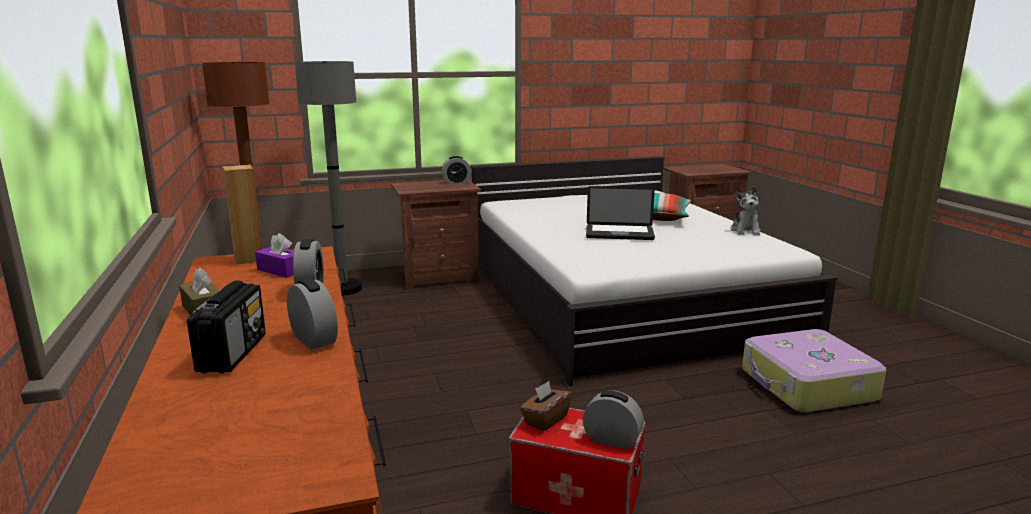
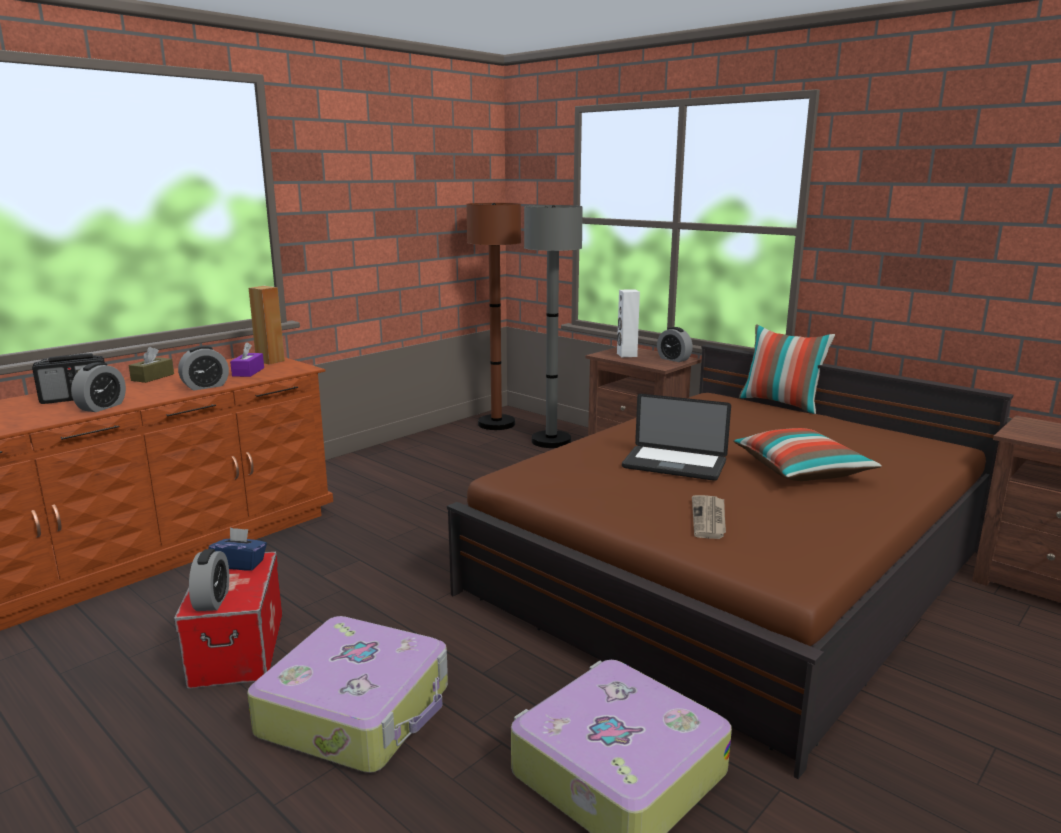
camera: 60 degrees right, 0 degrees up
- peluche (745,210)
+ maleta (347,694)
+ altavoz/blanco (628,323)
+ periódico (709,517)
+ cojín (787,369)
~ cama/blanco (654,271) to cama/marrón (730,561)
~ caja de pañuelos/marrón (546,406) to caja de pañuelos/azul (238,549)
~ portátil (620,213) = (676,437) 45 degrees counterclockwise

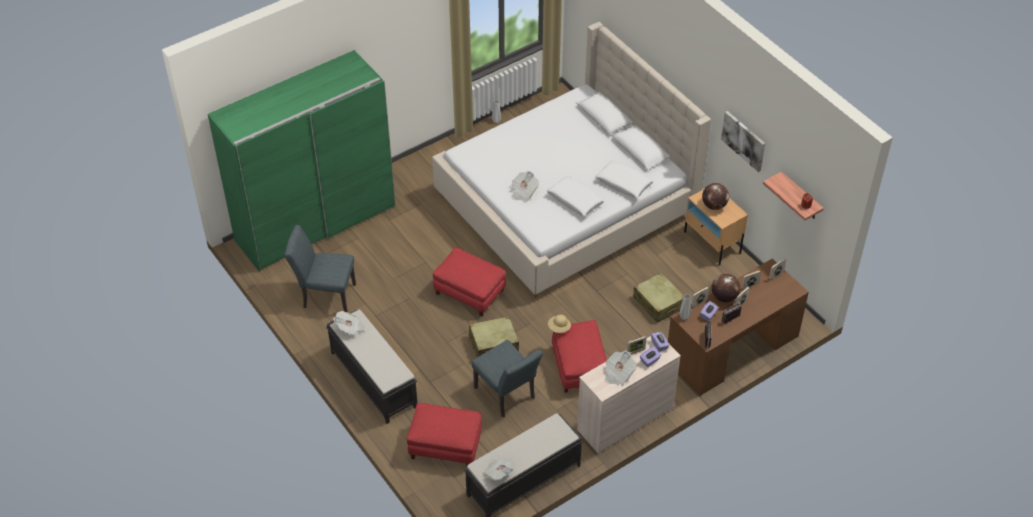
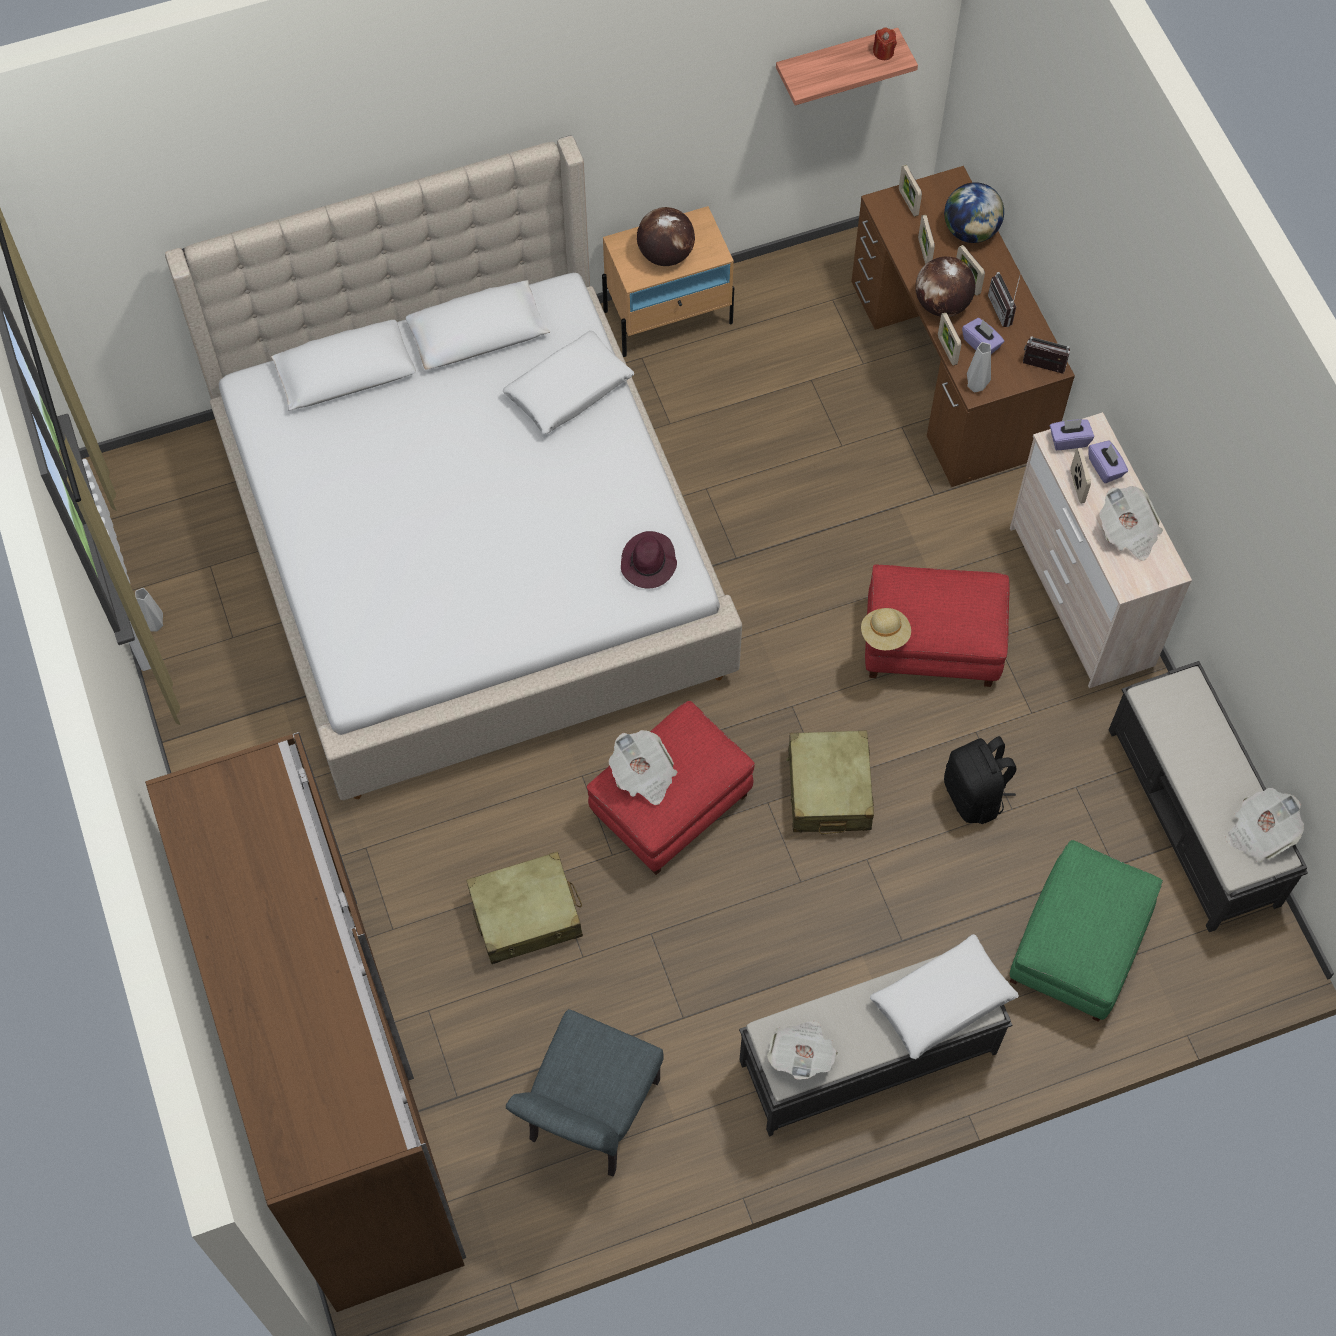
camera: 75 degrees left, 15 degrees up
- cuadro (743,141)
+ sombrero/morado (649,559)
+ globo terráqueo (974,212)
~ periódico (525,186) to (643,767)
~ cojín/blanco (576,196) to (944,996)
~ maleta/beis (659,297) to (524,907)
~ silla/gris (507,378) to mochila/negro (980,780)
~ armario ropero/verde (302,160) to armario ropero/marrón (305,1022)
~ puf/rojo (444,435) to puf/verde (1086,931)

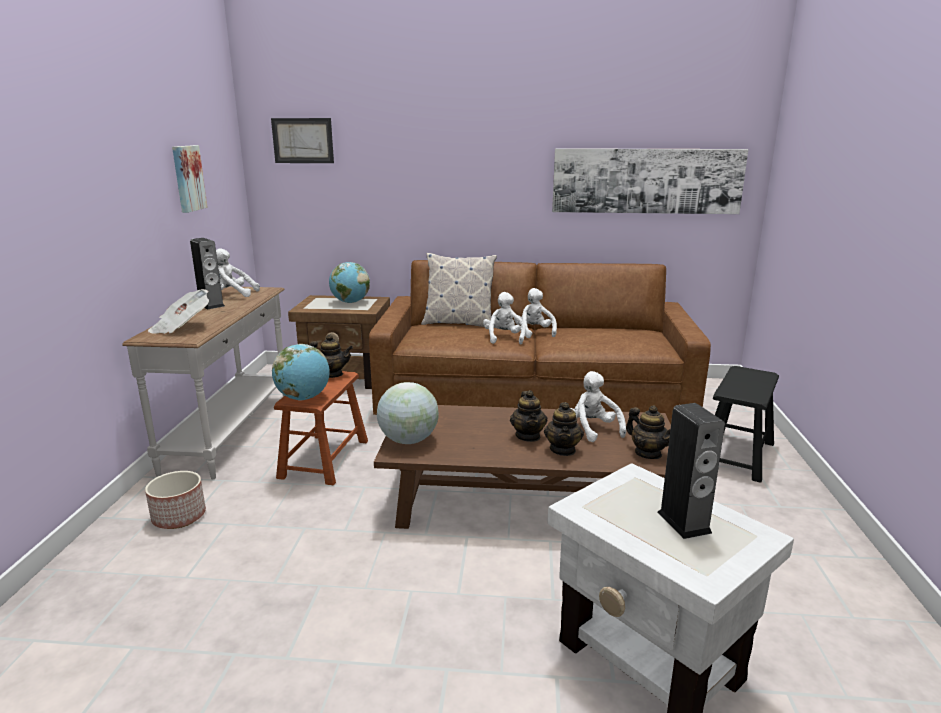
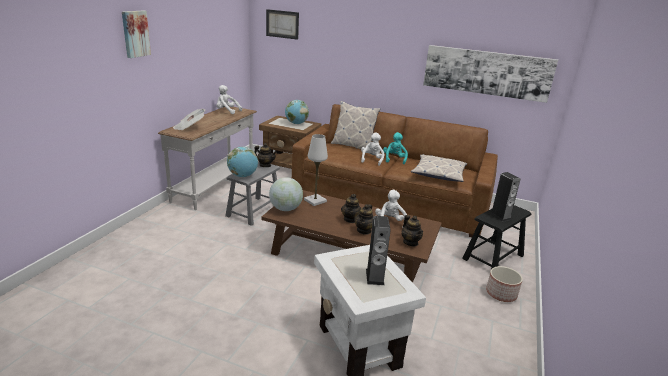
camera: 15 degrees right, 5 degrees up
+ lámpara de mesa/blanco (316,170)
+ cojín (439,168)
~ maceta (175,500) to (504,284)
~ cuadro (190,179) to (136,34)
~ altavoz (207,273) to (505,197)
~ taburete/marrón (321,428) to taburete/gris (252,194)
~ peluche/blanco (535,313) to peluche/turquesa (395,148)

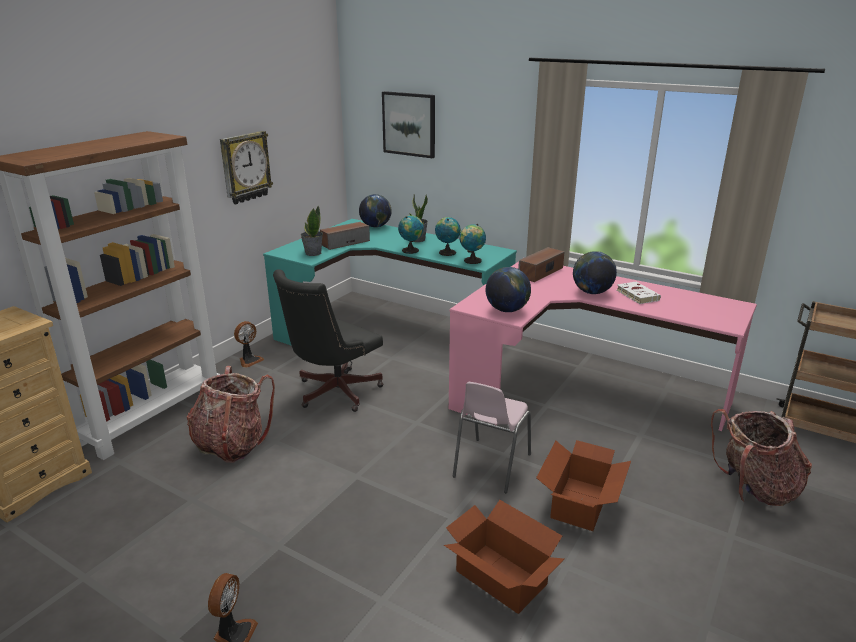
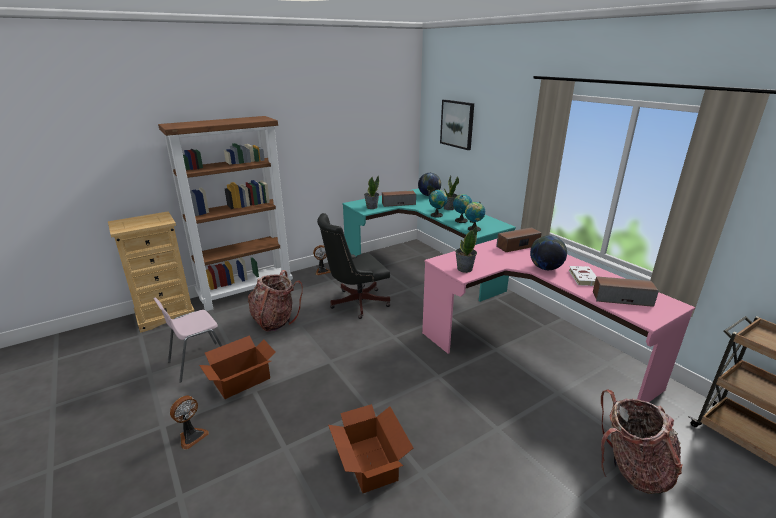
camera: 25 degrees right, 0 degrees up
- reloj de pared (246,167)
+ altavoz (626,291)
~ silla/rosa (492,437) to (187,340)
~ caja de cartón (583,485) to (237,367)
~ globo terráqueo (508,289) to planta en maceta (466,249)

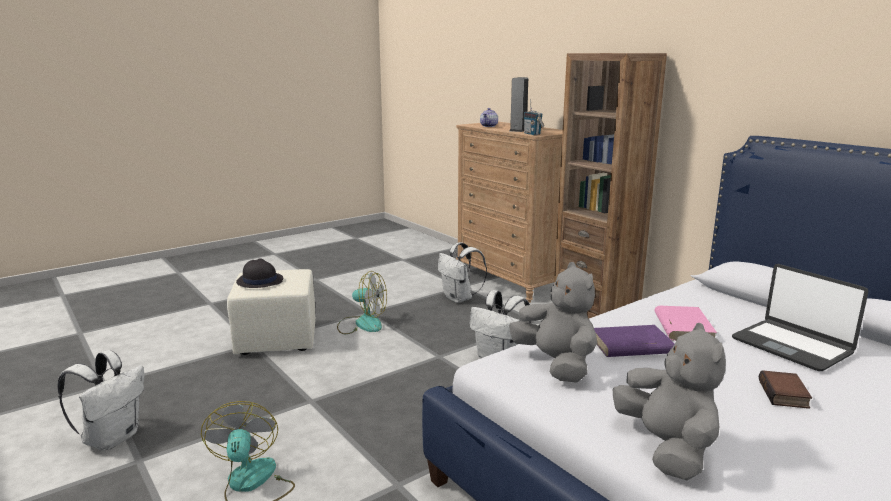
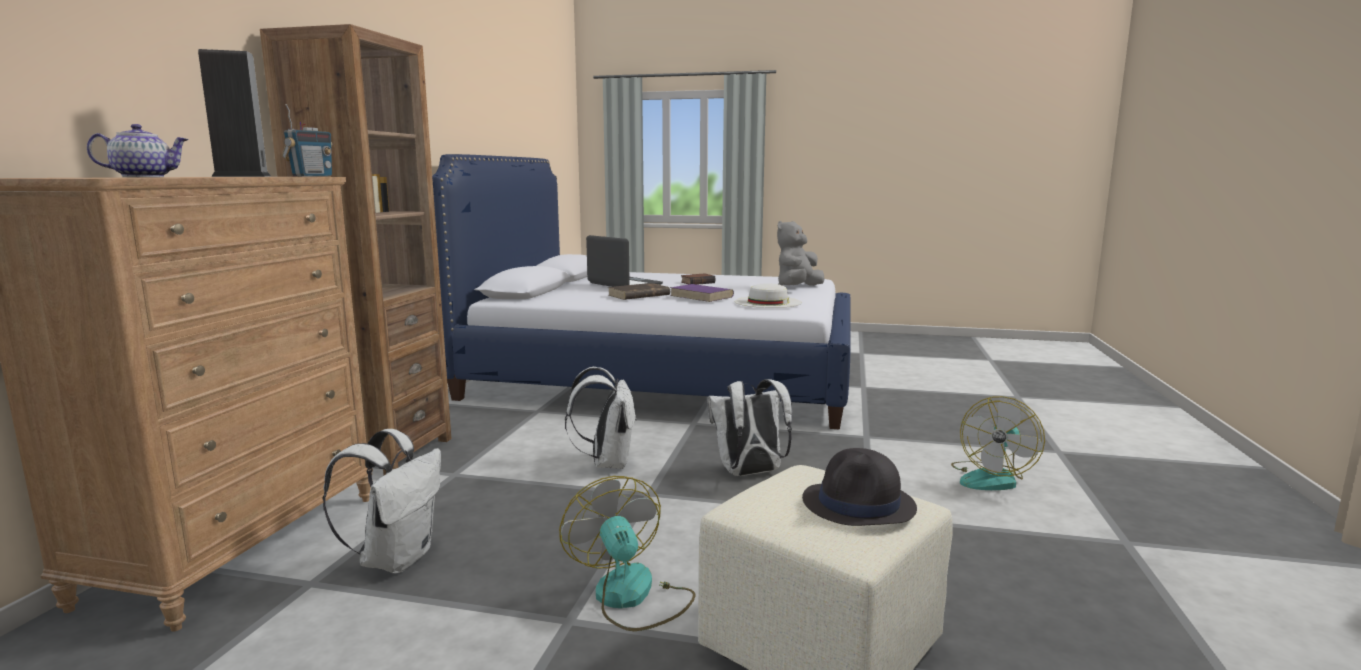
camera: 130 degrees left, 5 degrees down
~ mochila/blanco (101,400) to (749,427)
~ peluche/gris (553,322) to sombrero/blanco (768,295)
~ libro/rosa (686,323) to libro/marrón (639,291)
~ portátil (800,317) = (624,261) 60 degrees counterclockwise

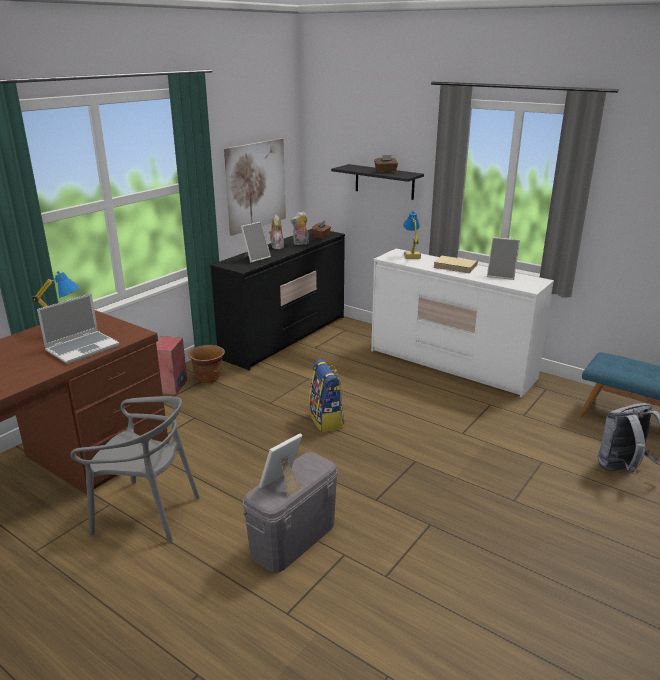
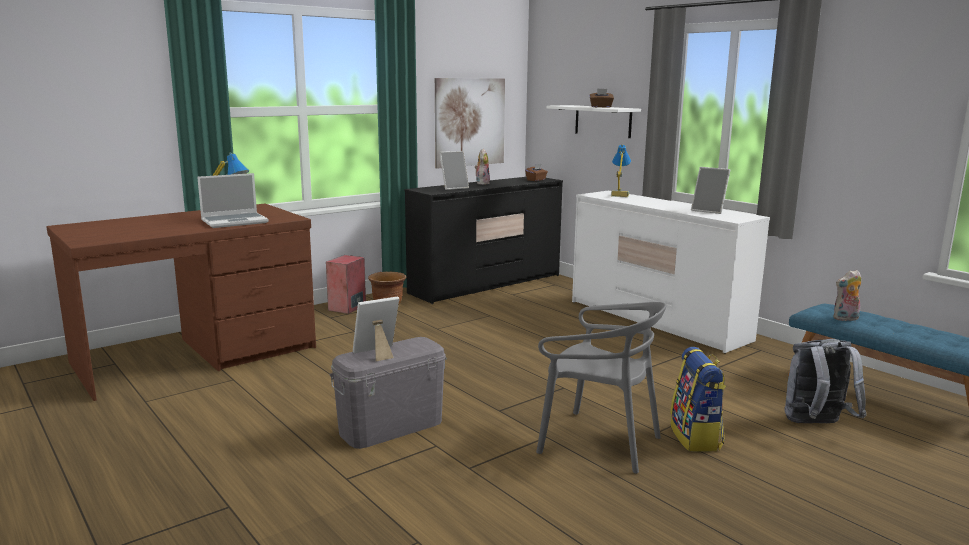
camera: 15 degrees right, 10 degrees down
- libro/beis (455,264)
~ silla/gris (135,469) to (601,388)
~ peluche (300,228) to (847,295)
~ mochila (327,396) to (698,399)
~ estante/negro (377,182) to estante/blanco (594,121)

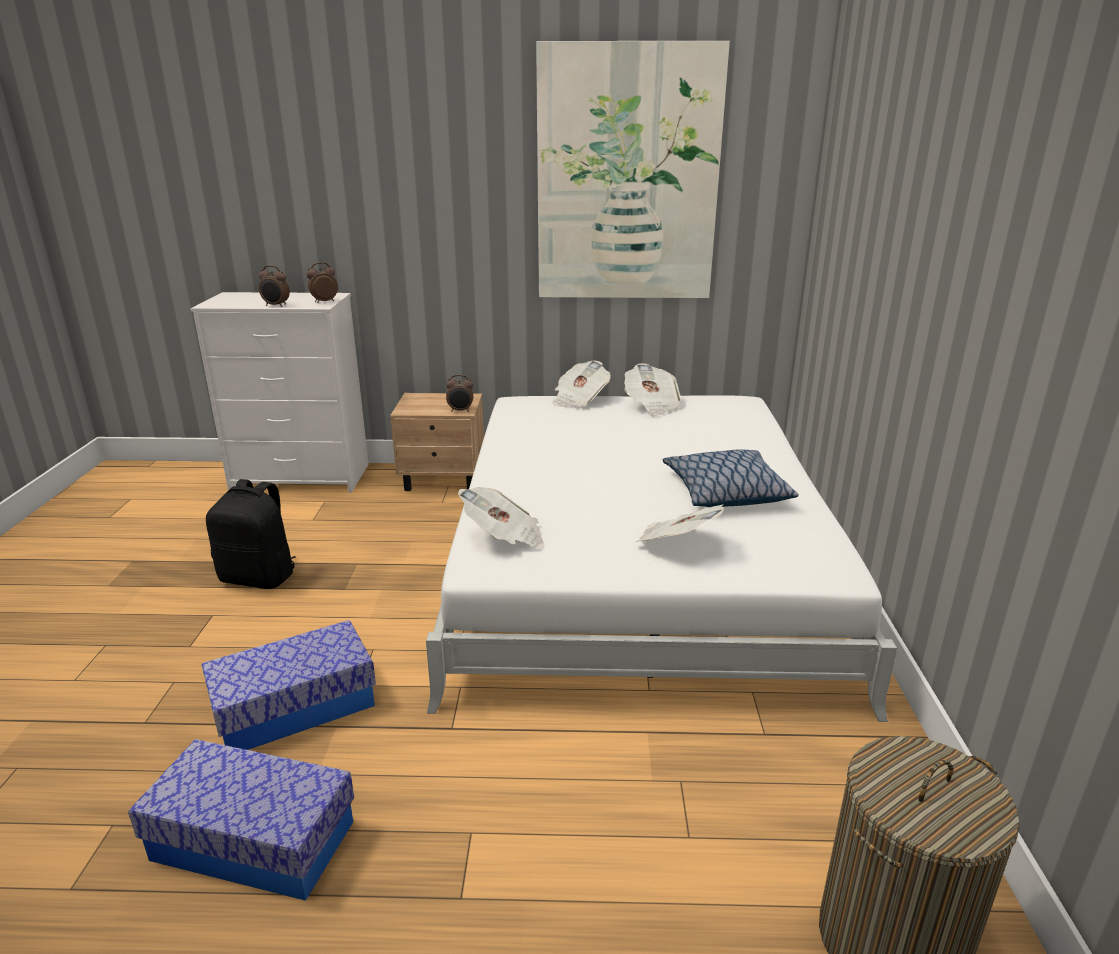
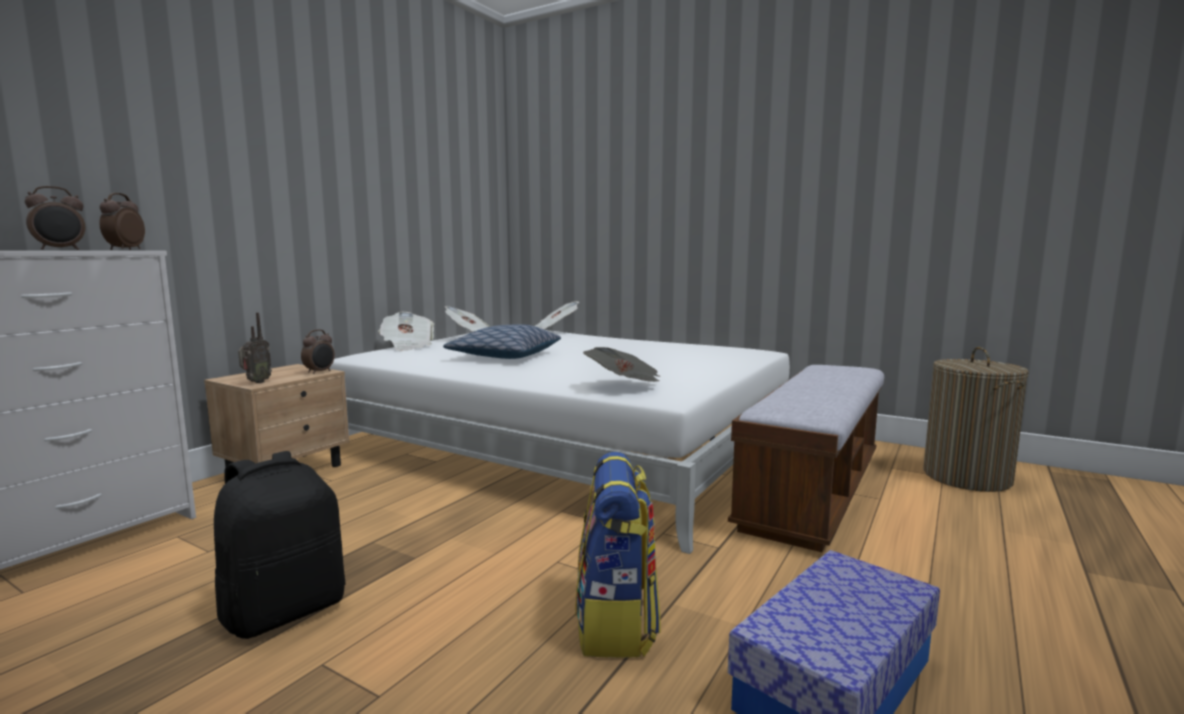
camera: 60 degrees left, 15 degrees down
- cuadro (633,169)
+ radio (255,347)
+ banco (806,458)
~ periódico (680,523) to (557,315)
~ cojín (731,478) to (502,341)
~ caja de almacenaje (289,685) to mochila (618,555)

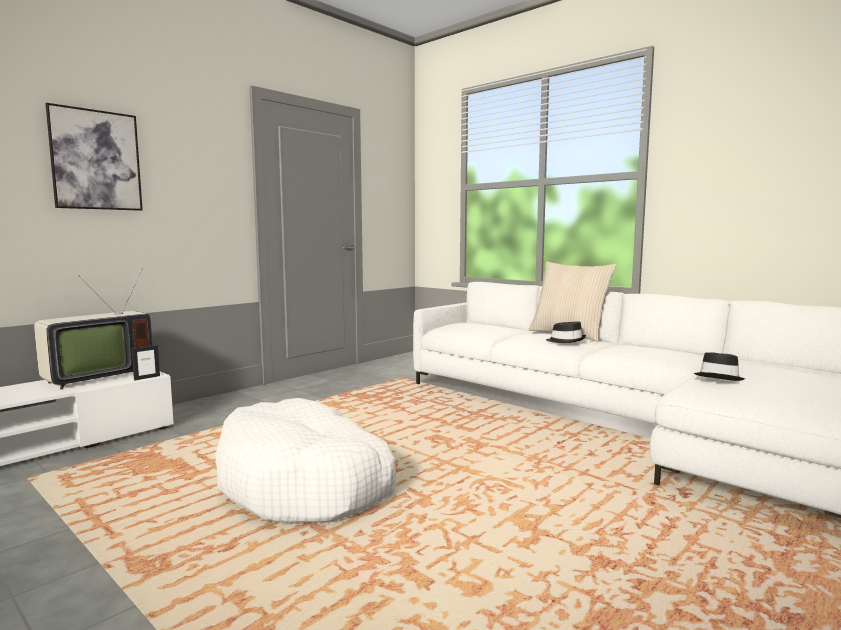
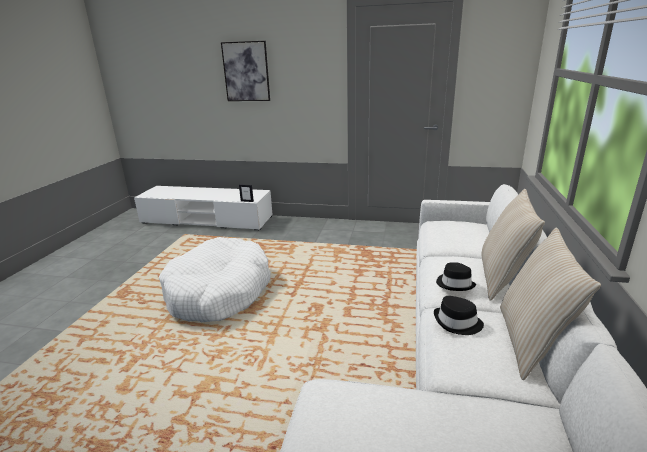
camera: 60 degrees right, 15 degrees up
- televisor (93,328)
+ cojín/beis (550,304)
~ sombrero/negro (719,366) to (459,315)

